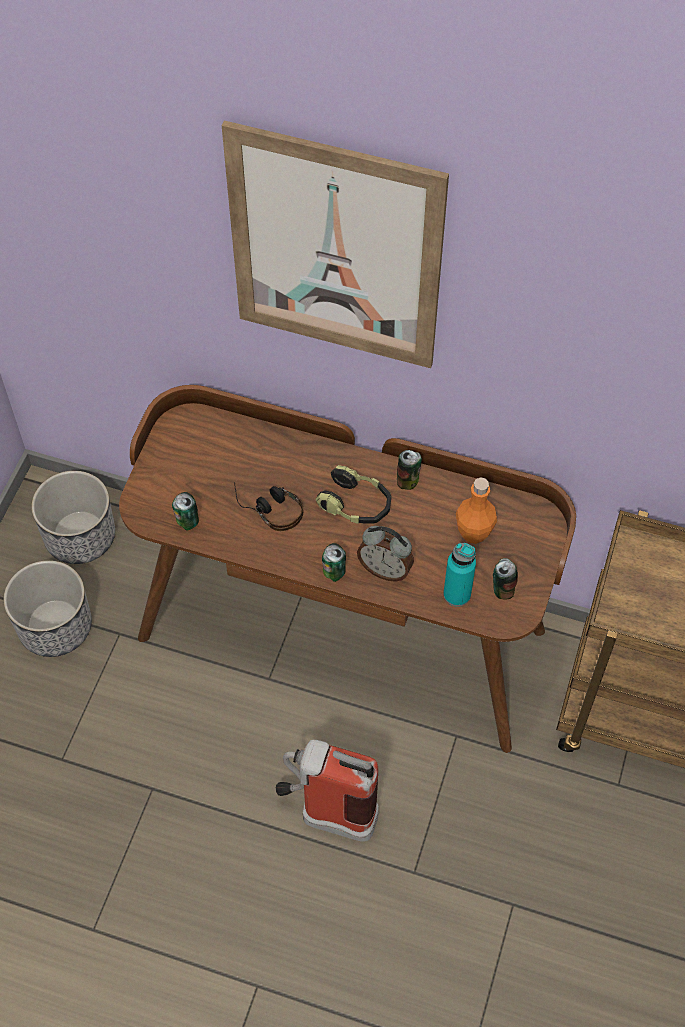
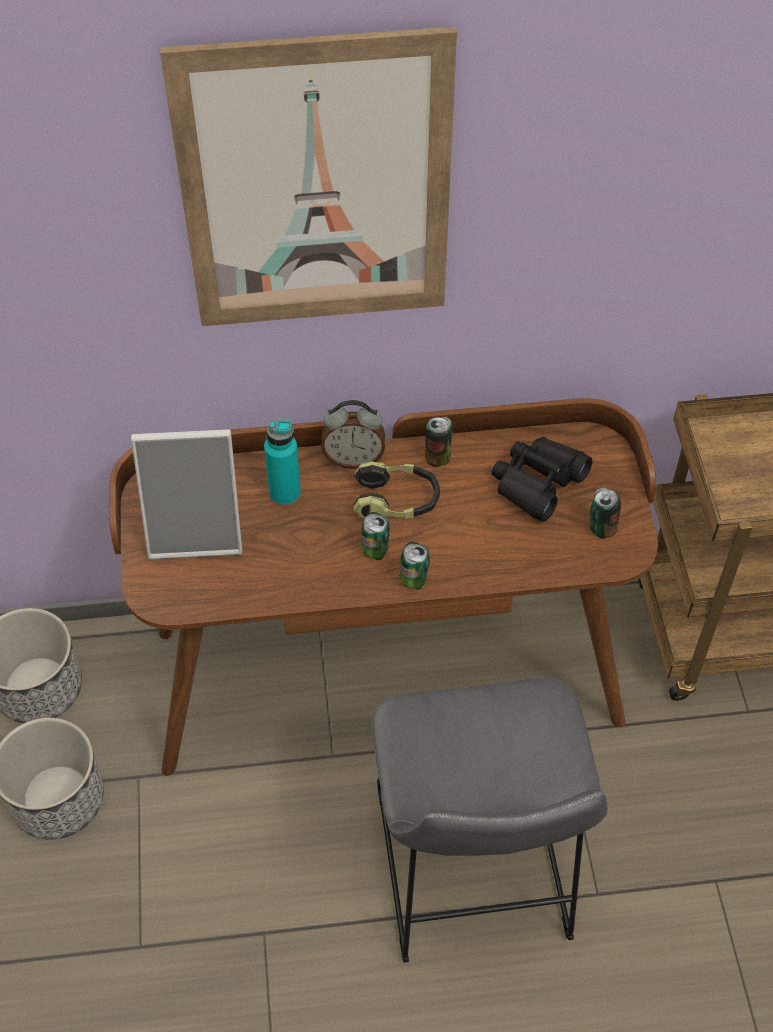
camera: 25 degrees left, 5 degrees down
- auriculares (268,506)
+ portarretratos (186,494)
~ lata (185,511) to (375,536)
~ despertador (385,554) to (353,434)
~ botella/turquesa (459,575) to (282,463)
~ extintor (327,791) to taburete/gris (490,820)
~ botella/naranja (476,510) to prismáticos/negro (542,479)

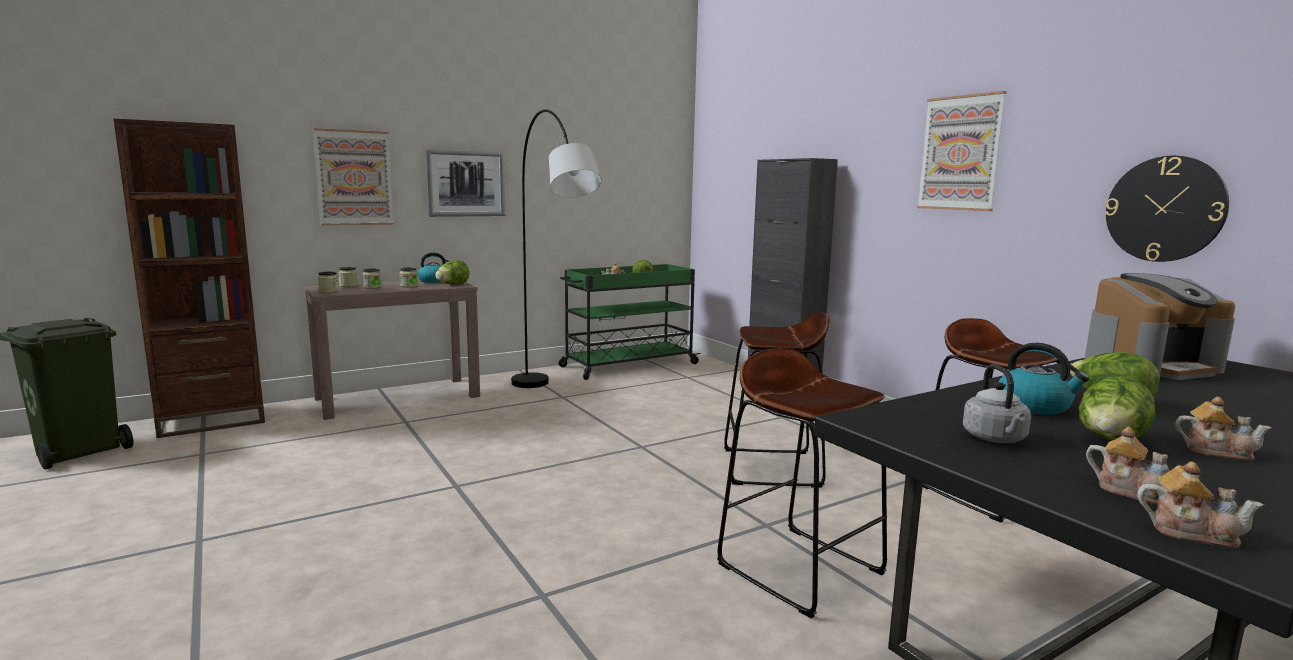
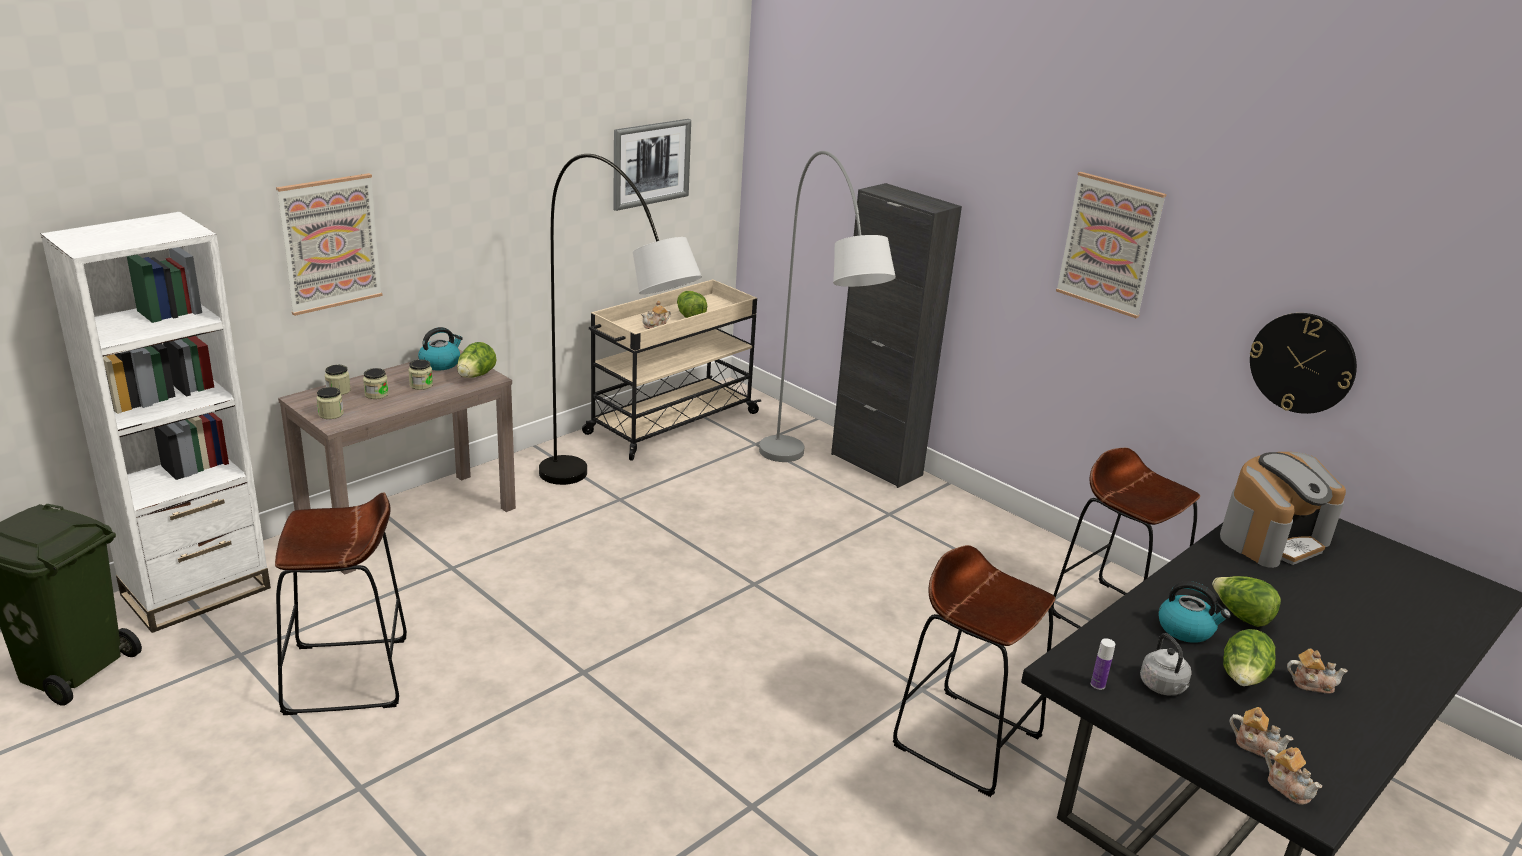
camera: 15 degrees left, 15 degrees up
+ lámpara de pie/gris (827,306)
+ botella (1103,664)
~ cuadro (465,183) to (652,165)
~ taburete/marrón (776,400) to (341,603)
~ estantería/marrón (189,278) to estantería/blanco (155,422)
~ carrito/verde (629,322) to carrito/beis (671,370)
~ tetera (1200,504) = (1293,776) 45 degrees clockwise

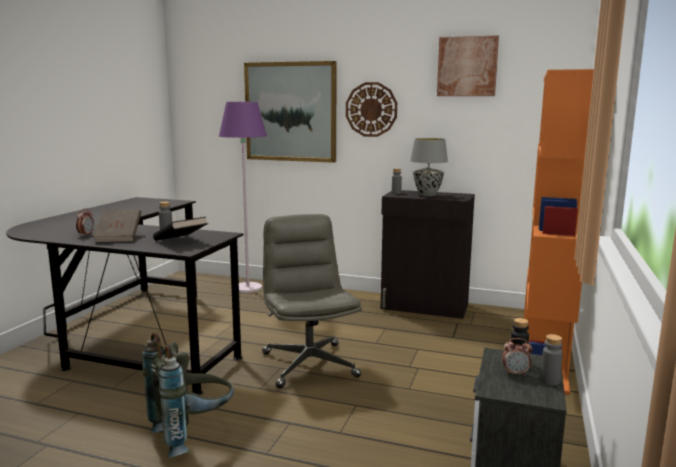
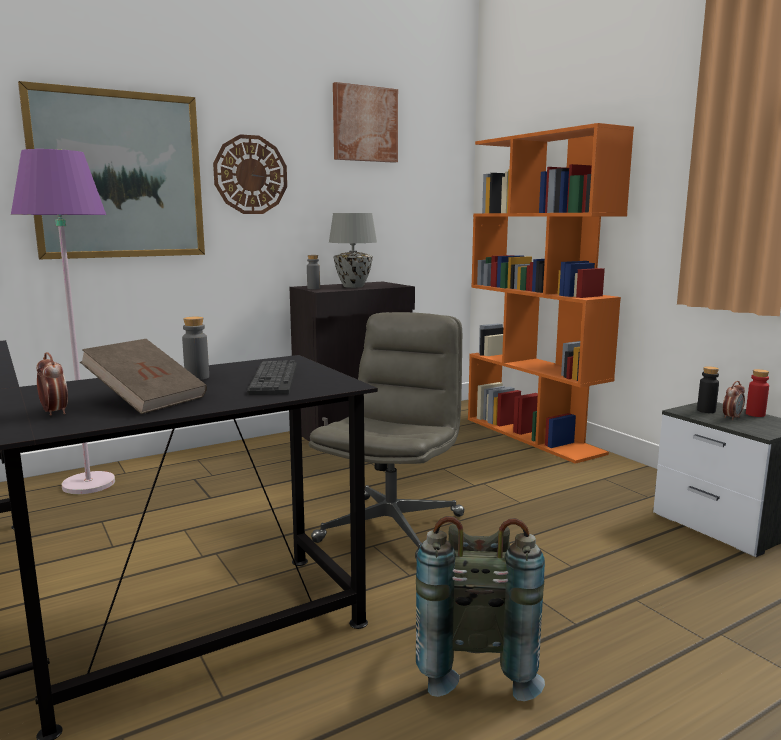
camera: 50 degrees left, 0 degrees up
~ libro/negro (180,229) to teclado (272,377)
~ botella/gris (551,359) to botella/rojo (757,393)
~ silla de oficina/gris (312,301) = (387,436) 90 degrees clockwise

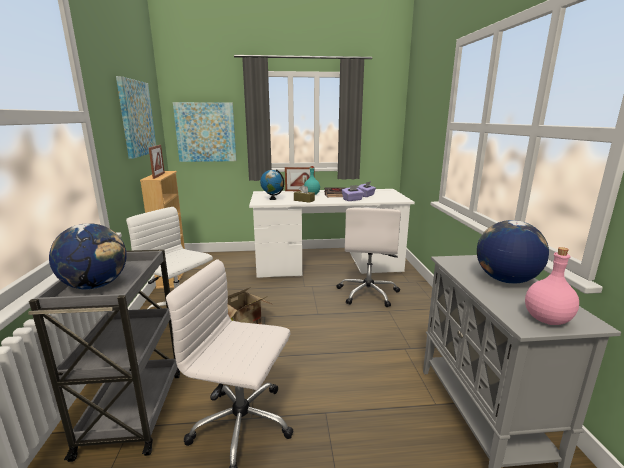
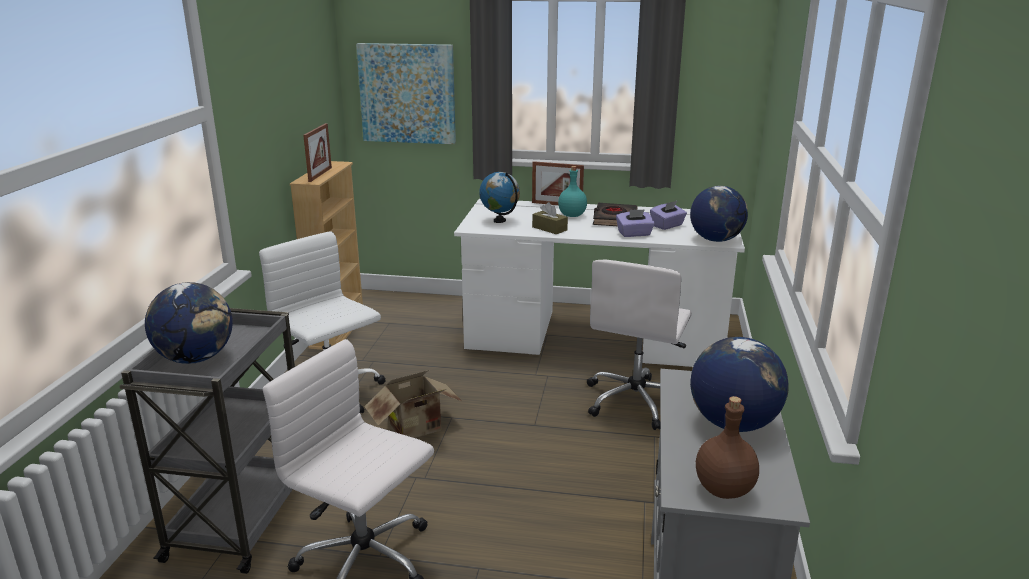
camera: 15 degrees right, 5 degrees up
- cuadro (136,117)
+ globo terráqueo (719,214)
~ botella/rosa (552,286) to botella/marrón (727,447)

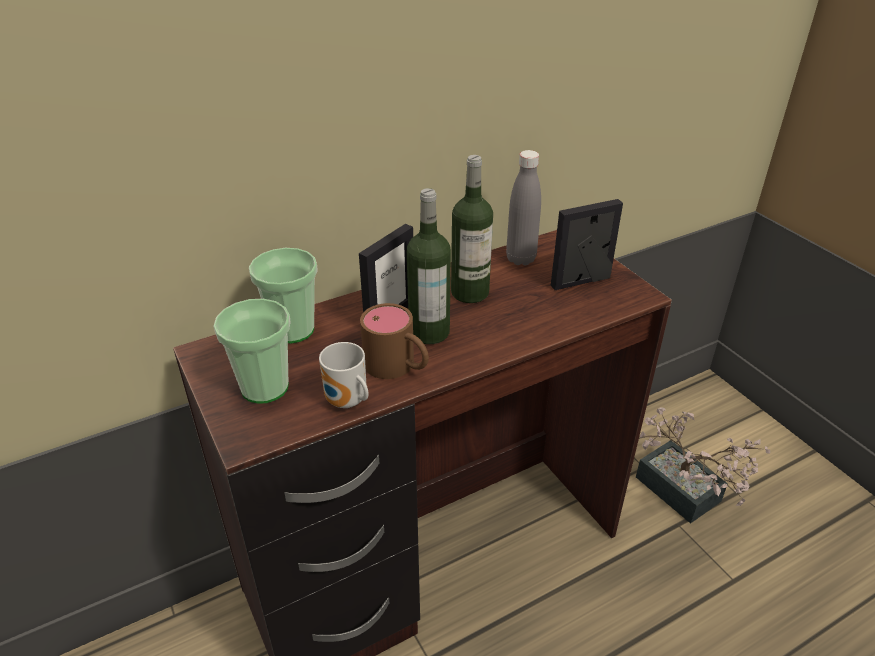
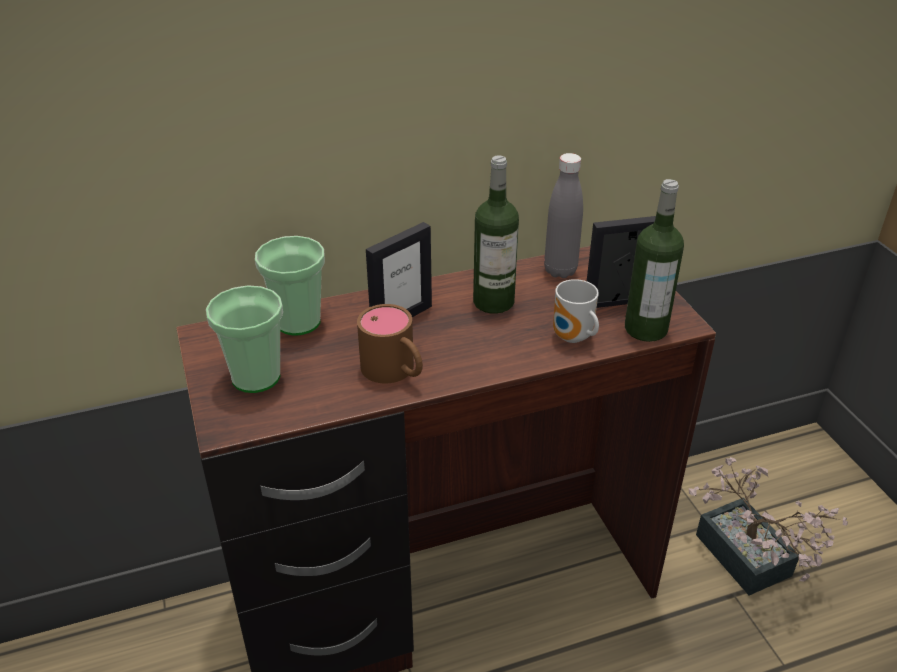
camera: 10 degrees right, 0 degrees up
~ taza grande (344,375) to (576,311)
~ botella (429,266) to (654,260)

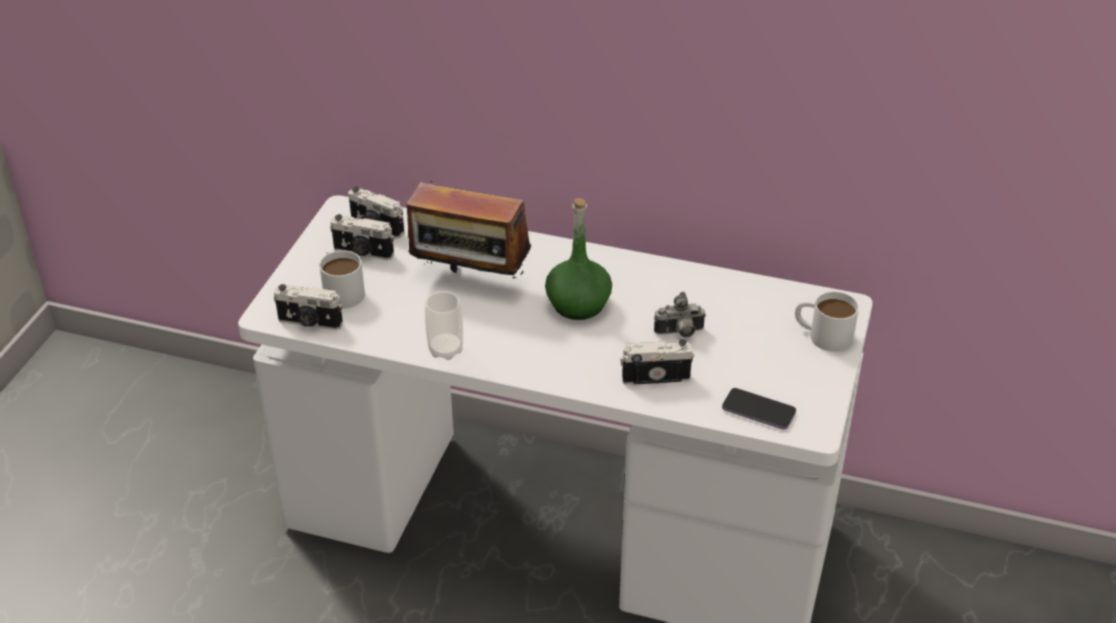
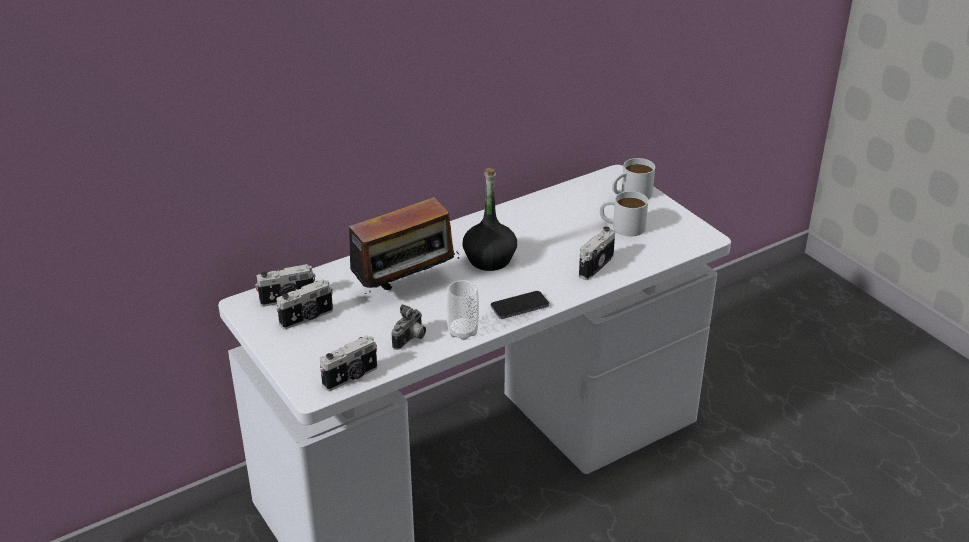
camera: 50 degrees left, 5 degrees down
~ taza grande/blanco (342,279) to (624,214)
~ cámara (680,314) to (408,327)
~ móvil (759,409) to (520,305)
~ botella/verde (578,259) to botella/negro (489,219)

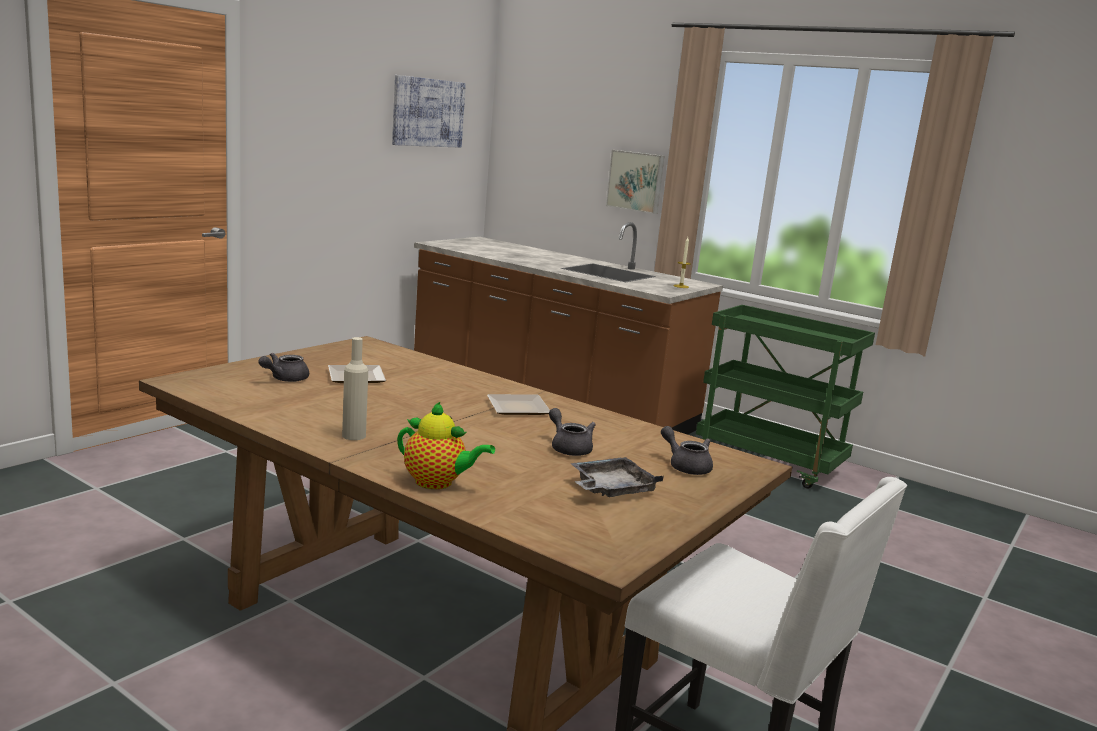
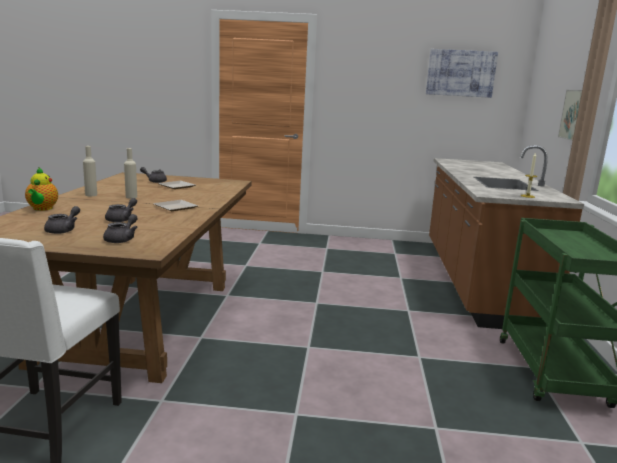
camera: 60 degrees right, 0 degrees up
+ botella/beis (130,173)
~ bandeja/gris (617,477) to tetera/gris (62,220)

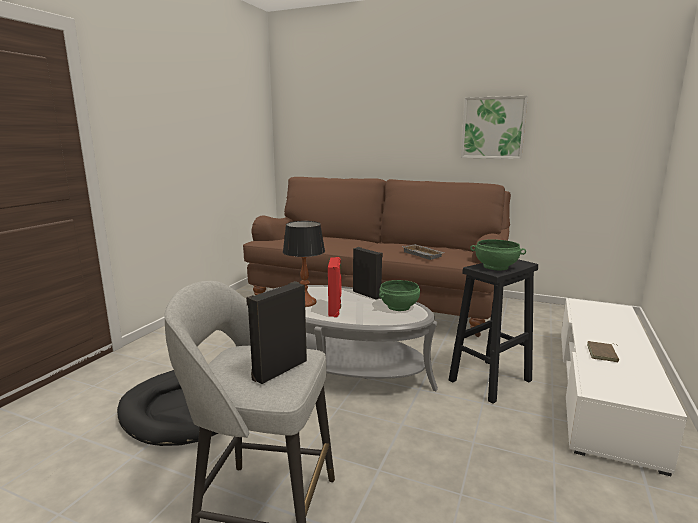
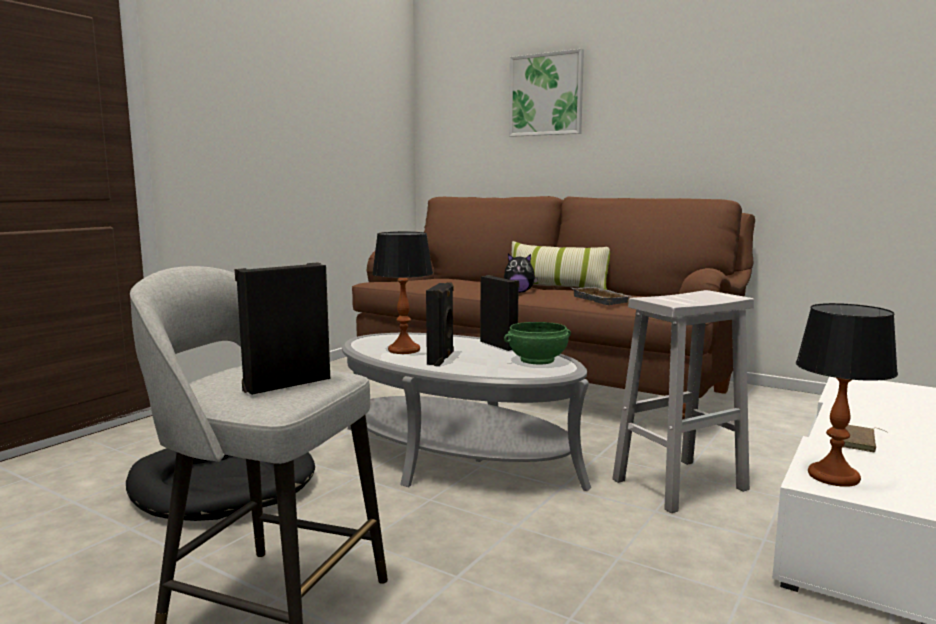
camera: 10 degrees right, 5 degrees down
- cuenco/verde (498,255)
+ peluche (521,273)
+ cojín (561,265)
+ lámpara de mesa (847,395)
~ cuadro (494,127) to (546,93)
~ altavoz/rojo (335,287) to altavoz/negro (440,324)
~ taburete/negro (493,331) to taburete/blanco (683,401)

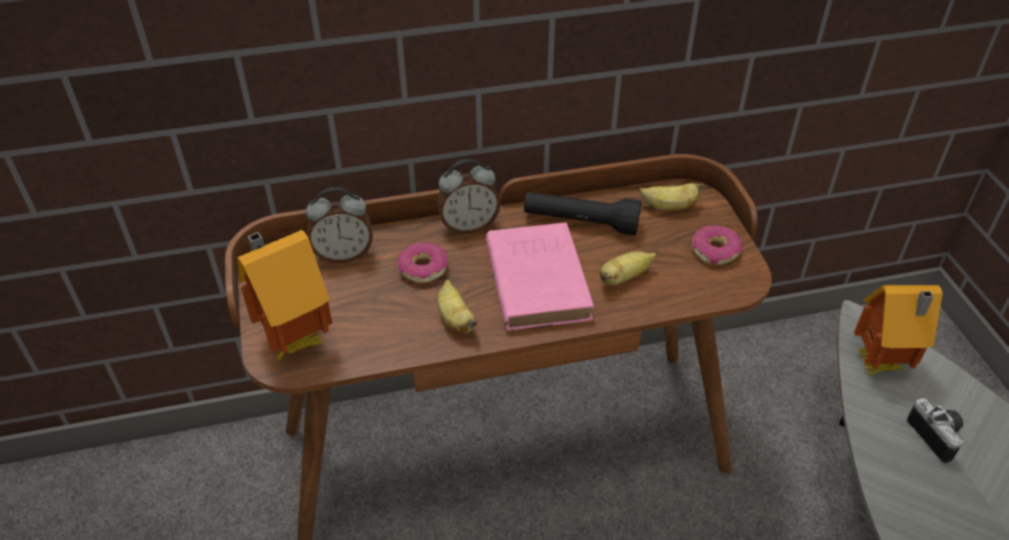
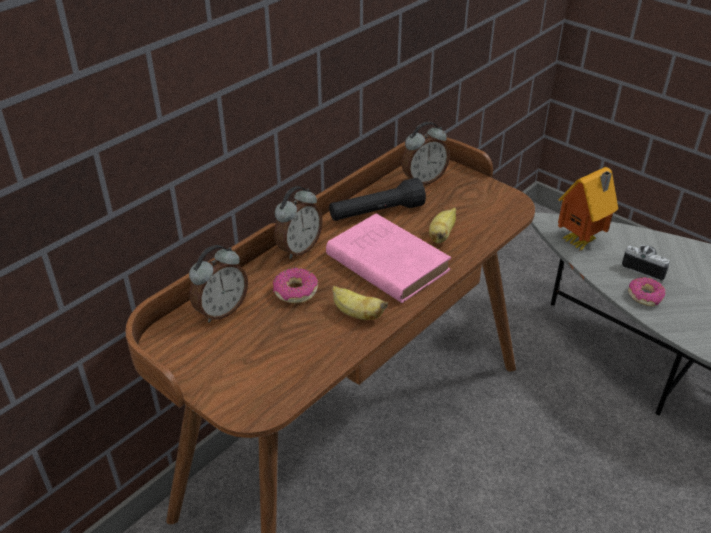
camera: 35 degrees left, 5 degrees down
- casita (284,295)
~ rosquilla (717,245) to (646,291)
~ plátano (671,196) to despertador (426,153)

